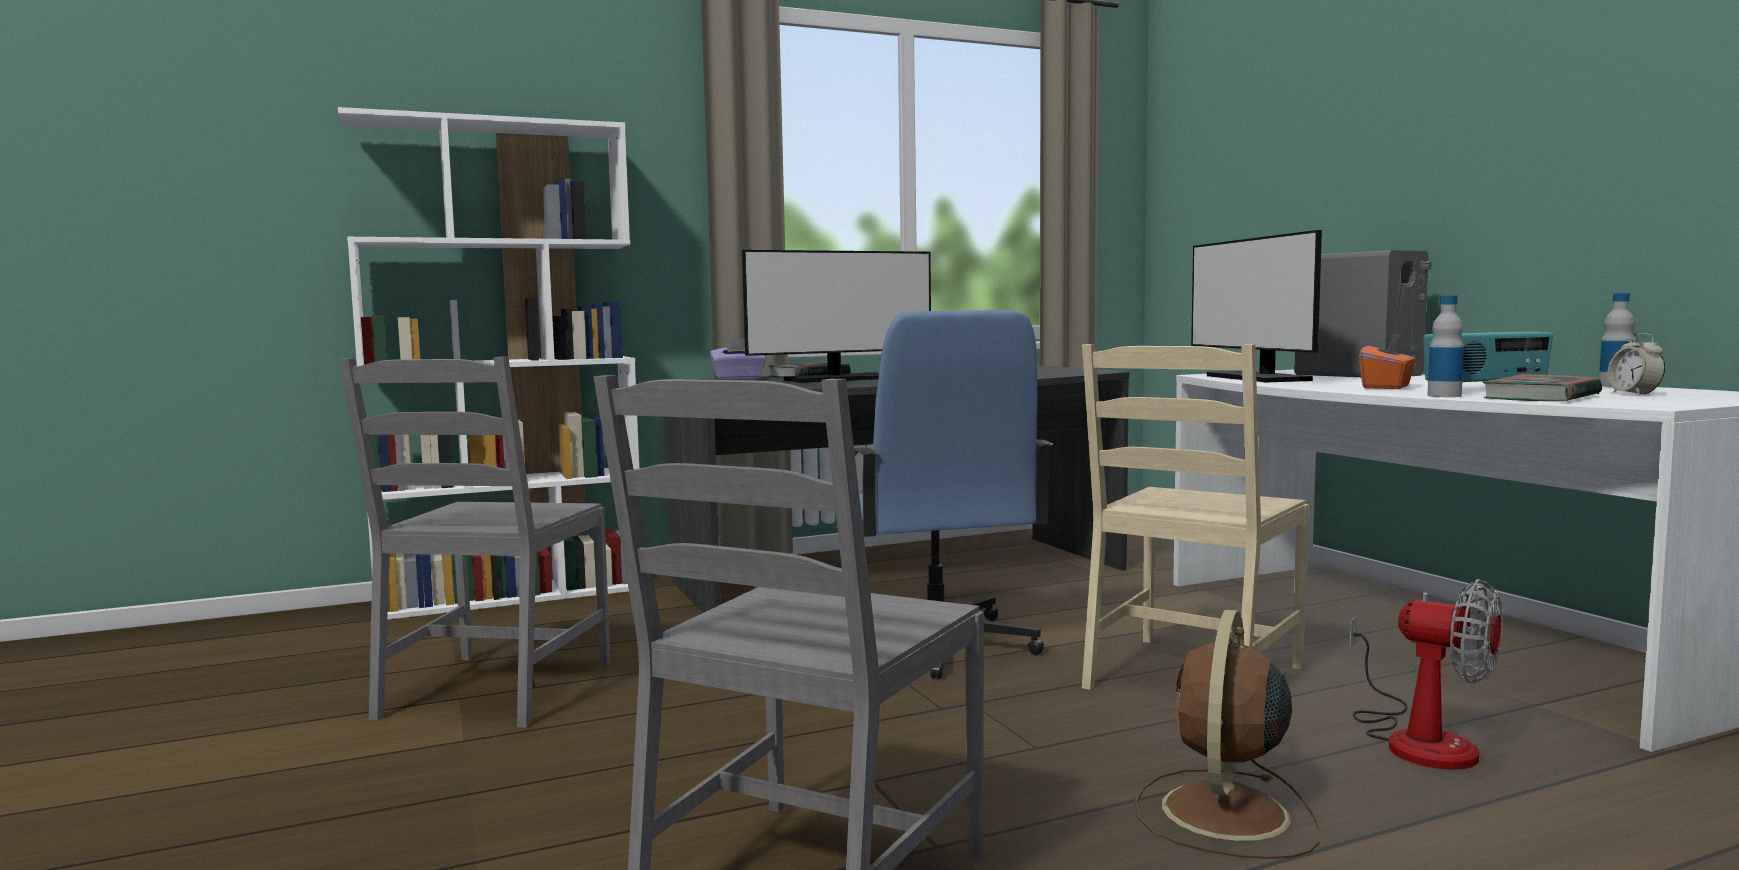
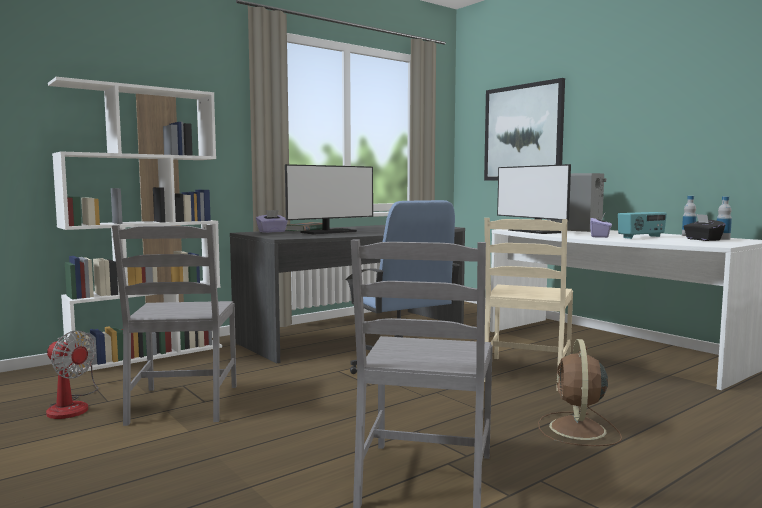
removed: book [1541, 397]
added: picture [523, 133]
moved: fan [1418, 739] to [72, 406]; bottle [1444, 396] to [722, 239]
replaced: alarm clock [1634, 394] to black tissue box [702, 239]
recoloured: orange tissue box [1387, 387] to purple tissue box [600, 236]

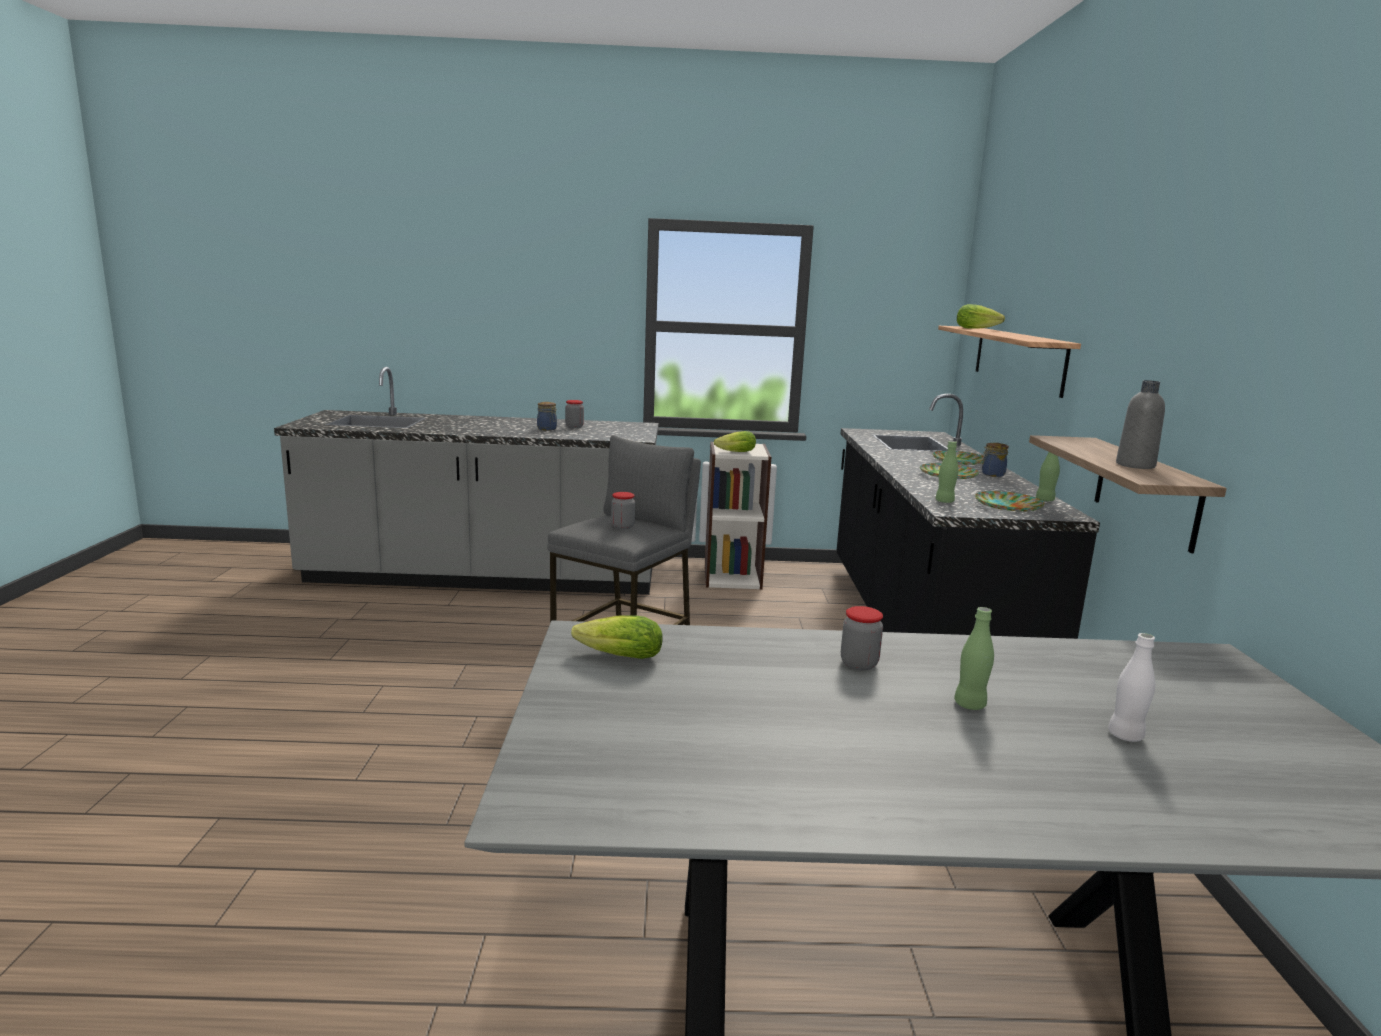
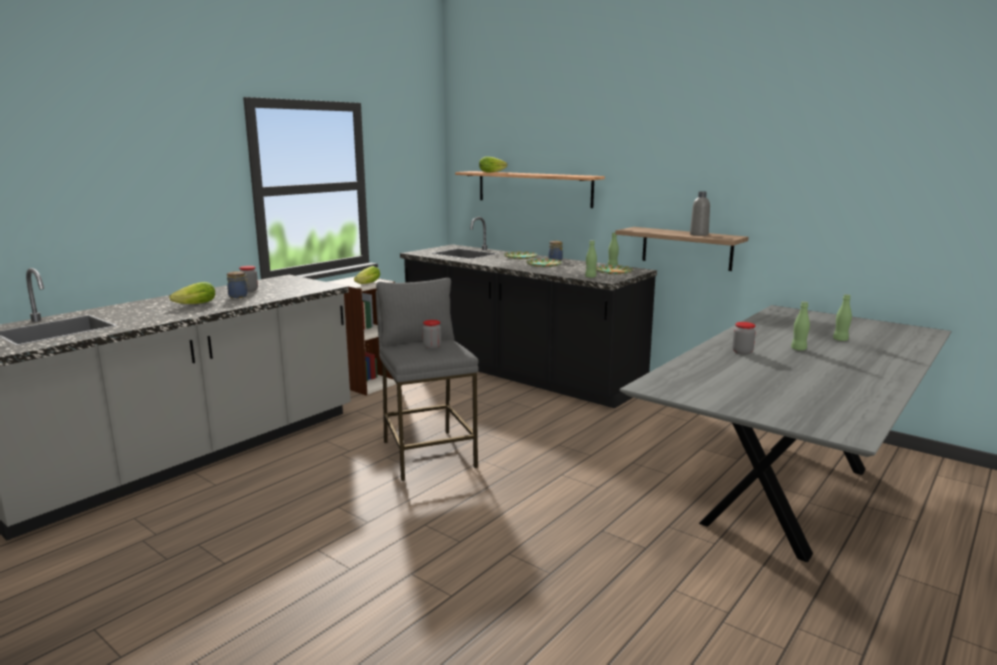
moved: lettuce [615, 656] to [193, 305]
recoloured: white bottle [1125, 736] to green bottle [840, 340]

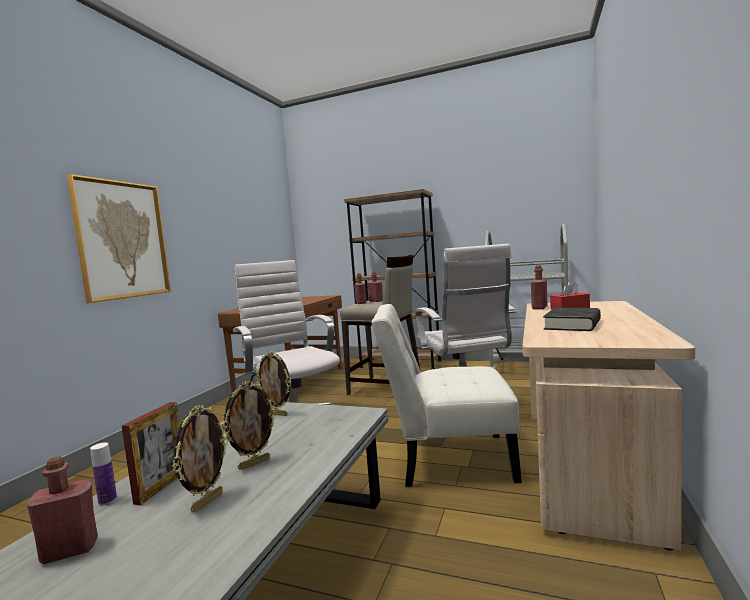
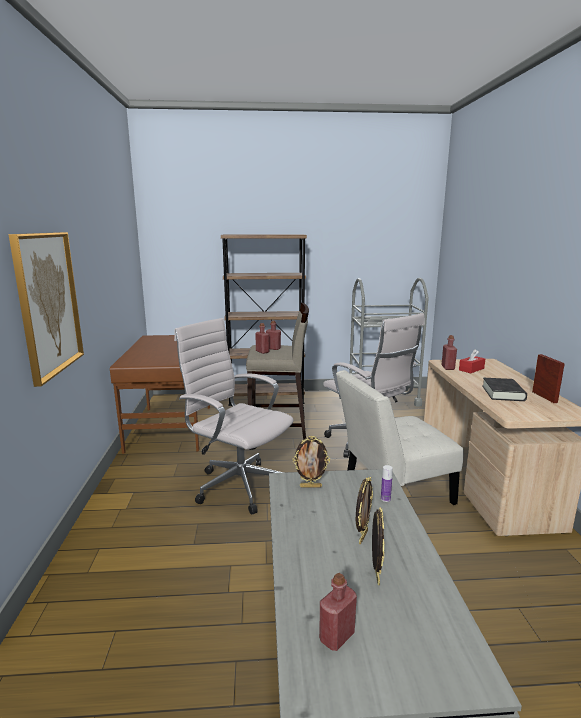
moved: bottle [107, 500] to [385, 499]; picture frame [161, 487] to [544, 397]

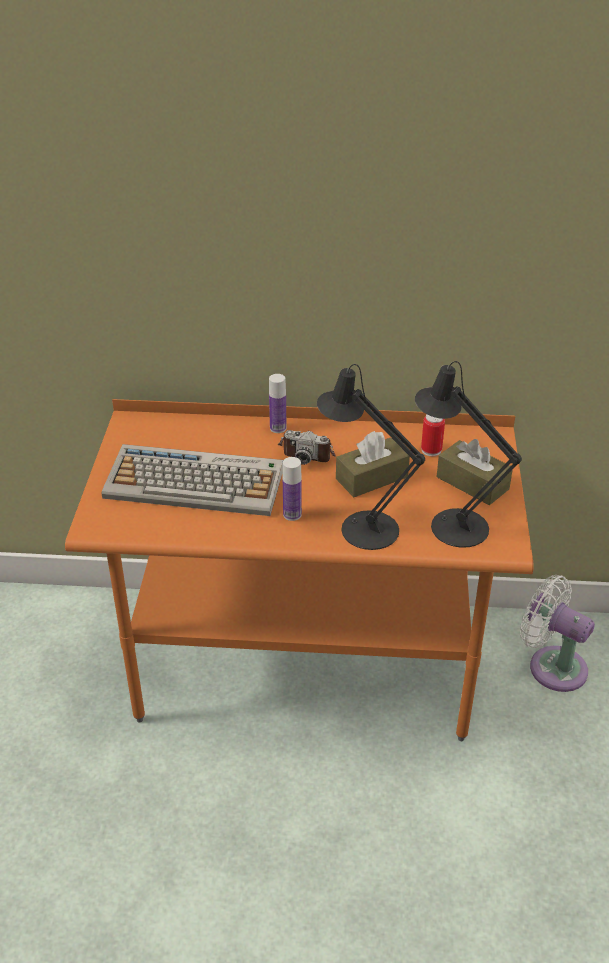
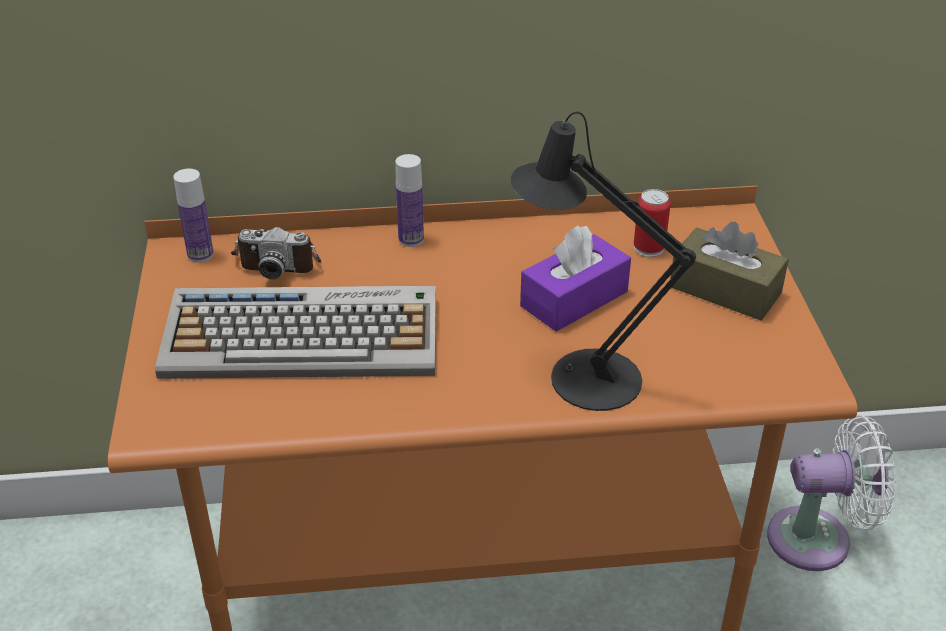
removed: black table lamp [451, 524]
moved: photo camera [307, 451] to [278, 260]; bottle [292, 514] to [200, 255]
recoloured: brown tissue box [371, 478] to purple tissue box [574, 299]
turned: white fan [552, 666] = [818, 539] 150 degrees clockwise

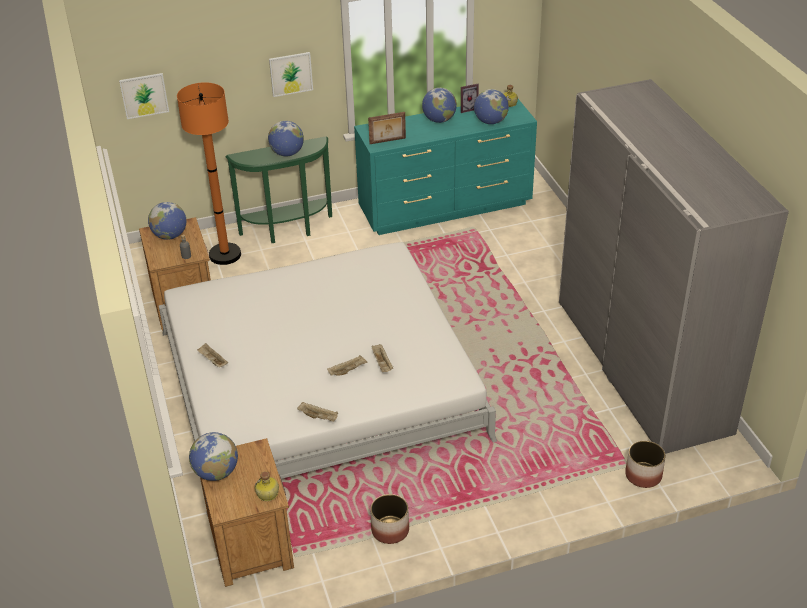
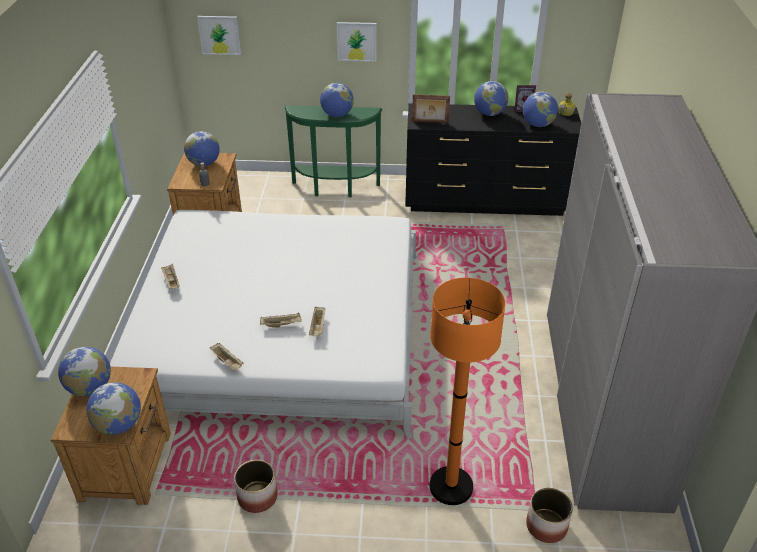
moved: orange floor lamp [225, 255] to [451, 487]
replaced: bottle [267, 494] to globe [119, 425]
recoloured: turquoise dresser [446, 208] to black dresser [486, 201]

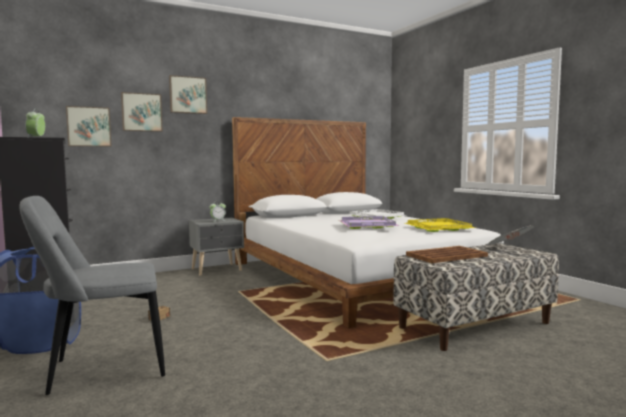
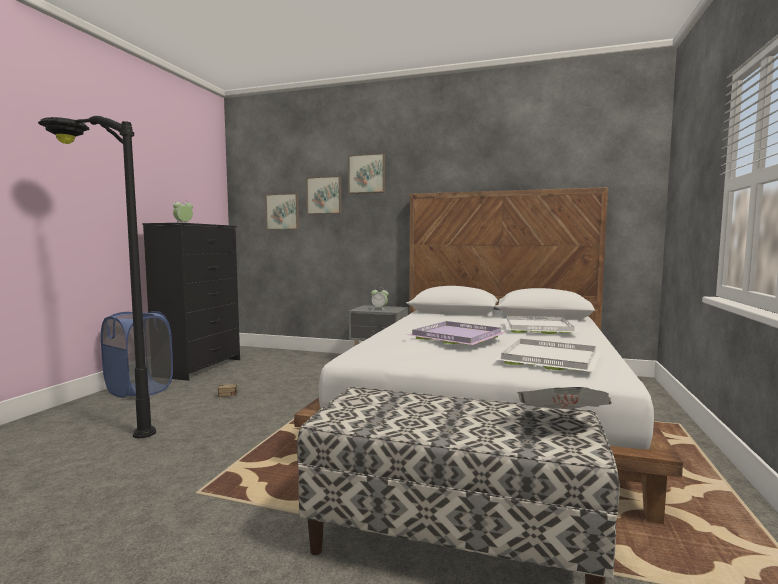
removed: brown tray [445, 255]
replaced: grey chair [102, 369] to black floor lamp [101, 423]
recoloured: yellow tray [439, 227] to white tray [551, 359]

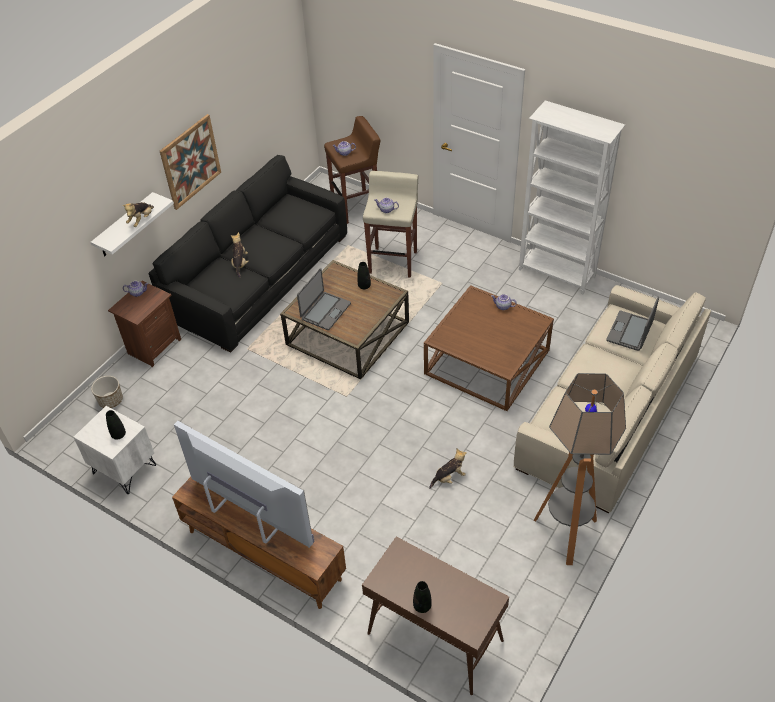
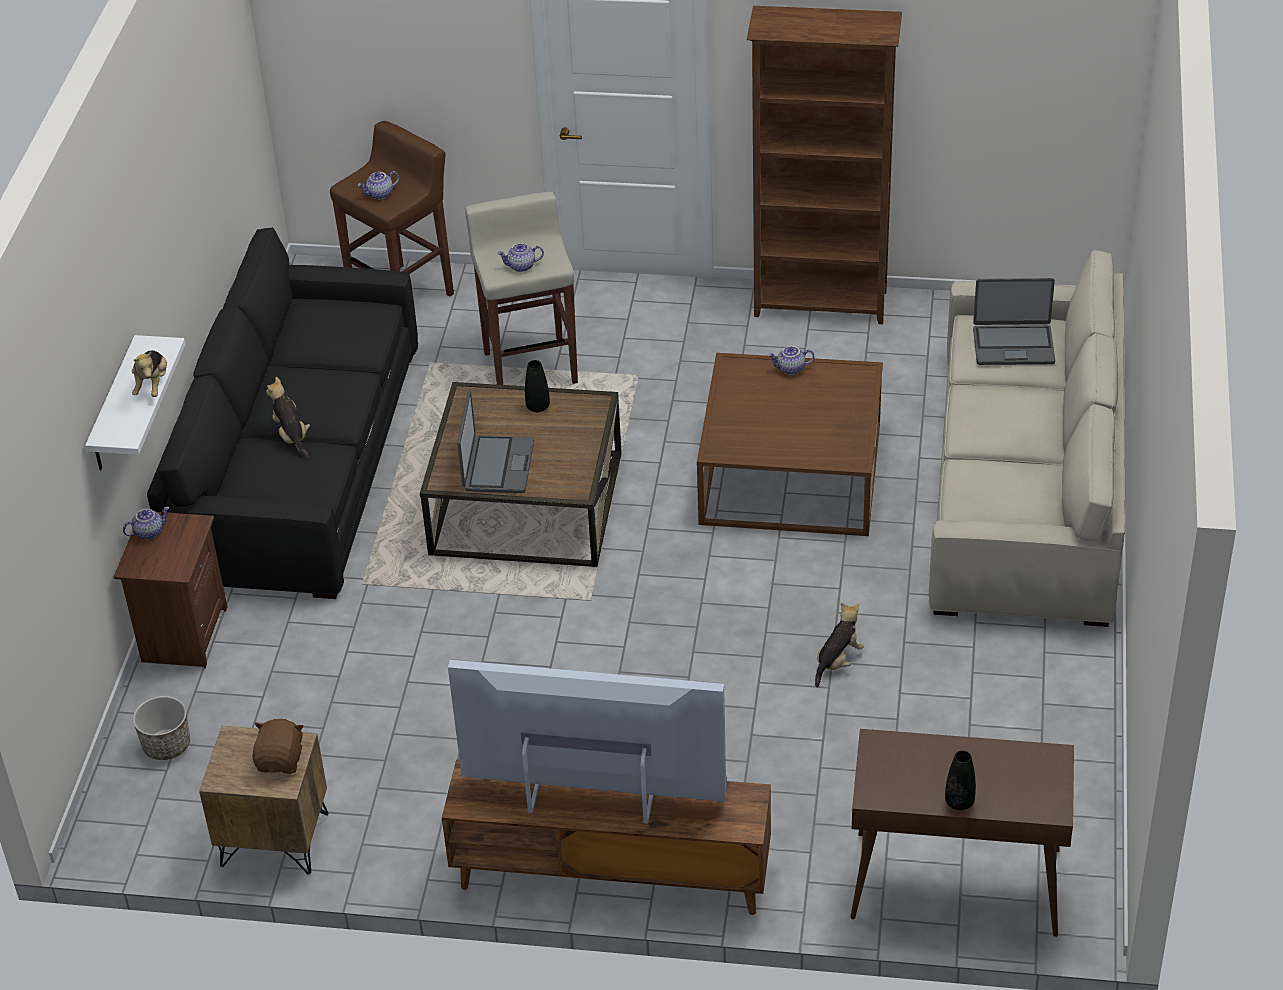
removed: picture [190, 161]; floor lamp [566, 533]
replaced: black vase [118, 435] to brown plush toy [281, 760]
recoloured: white nightstand [124, 469] to brown nightstand [274, 840]; white bookcase [557, 274] to brown bookcase [821, 305]
turned: laptop [630, 332] = [1013, 345] 90 degrees counterclockwise

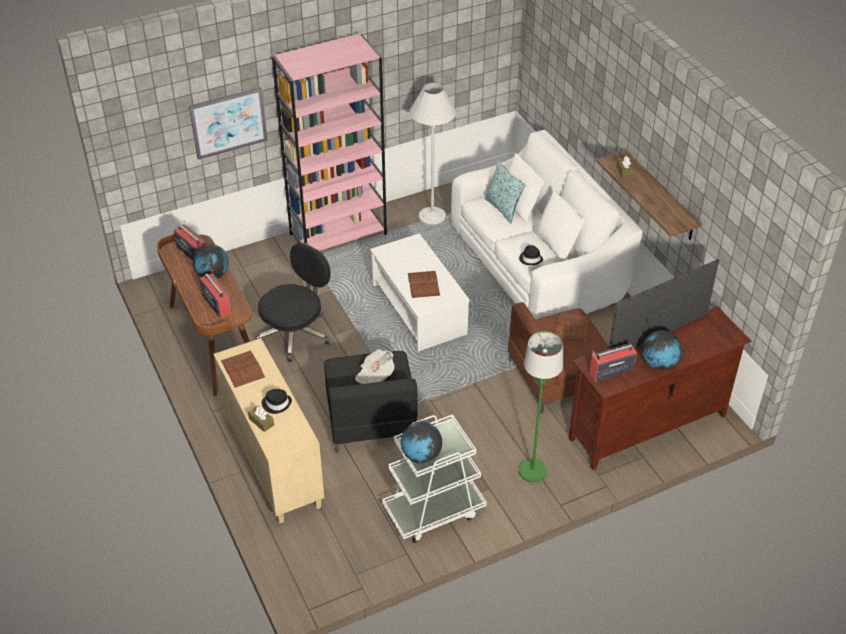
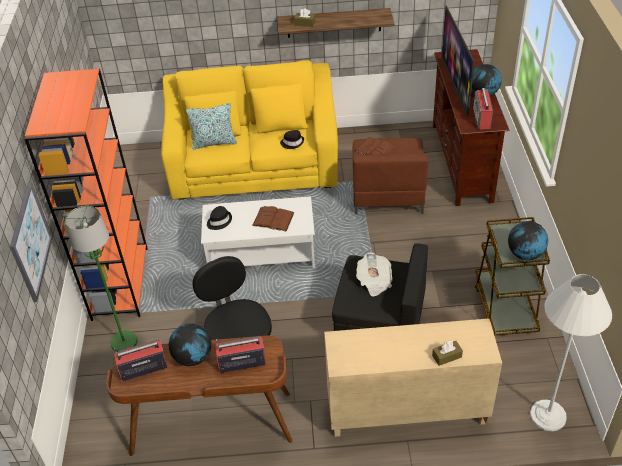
removed: brown book [242, 369]
moved: black hat [276, 404] to [219, 221]; white floor lamp [432, 216] to [548, 415]; green floor lamp [532, 471] to [123, 342]
recoloured: pink bookcase [338, 234] to orange bookcase [120, 282]; white cart [433, 511] to brown cart [505, 307]; white sofa [537, 265] to yellow sofa [254, 167]

